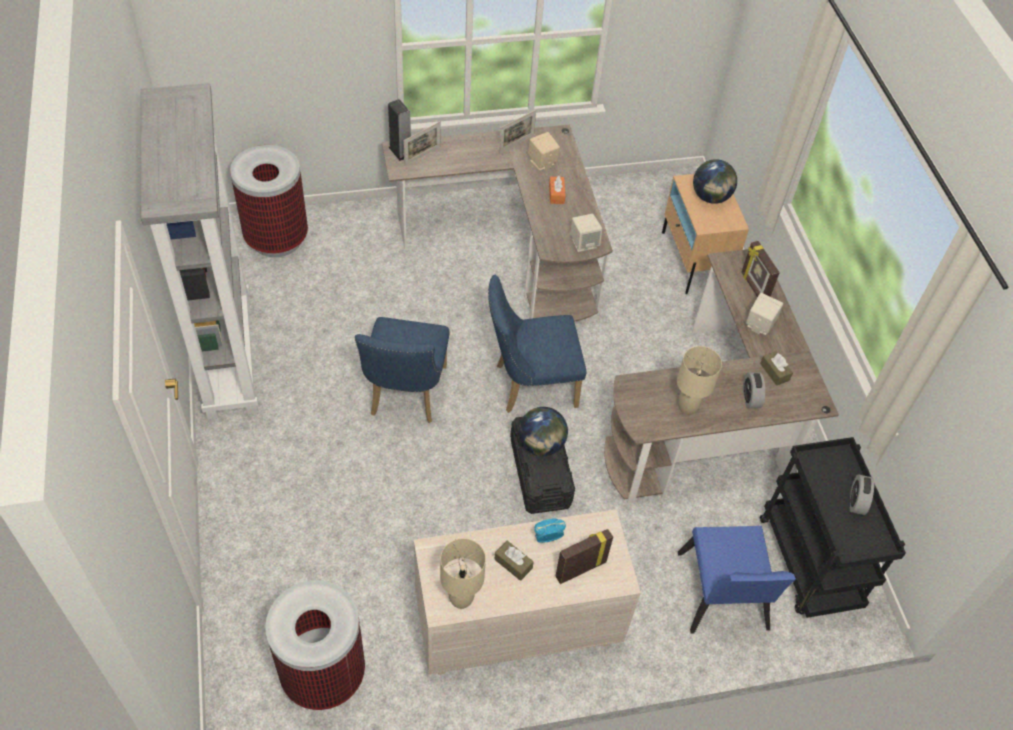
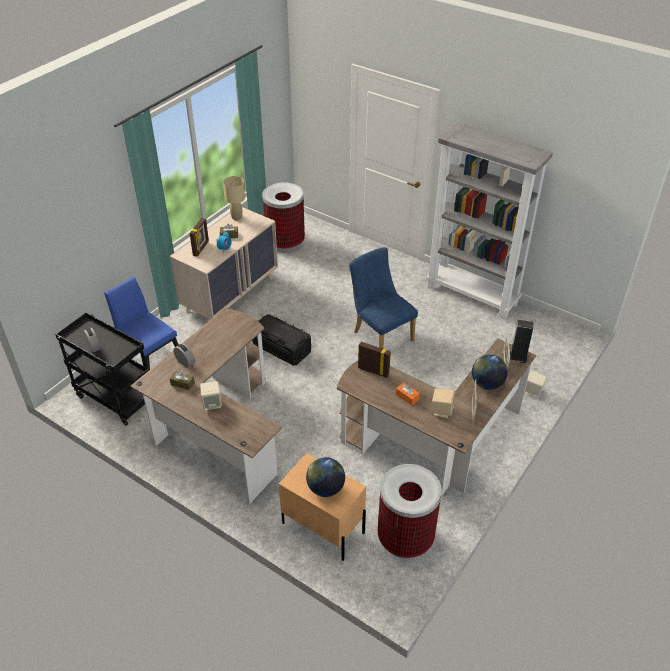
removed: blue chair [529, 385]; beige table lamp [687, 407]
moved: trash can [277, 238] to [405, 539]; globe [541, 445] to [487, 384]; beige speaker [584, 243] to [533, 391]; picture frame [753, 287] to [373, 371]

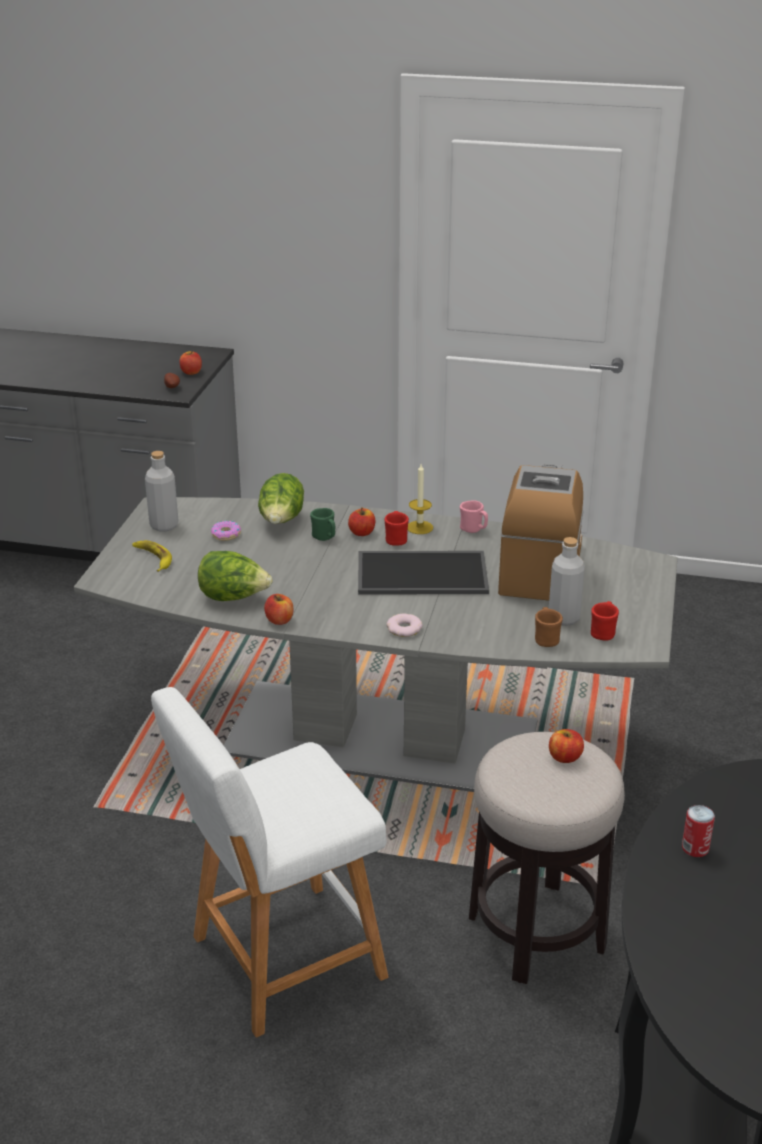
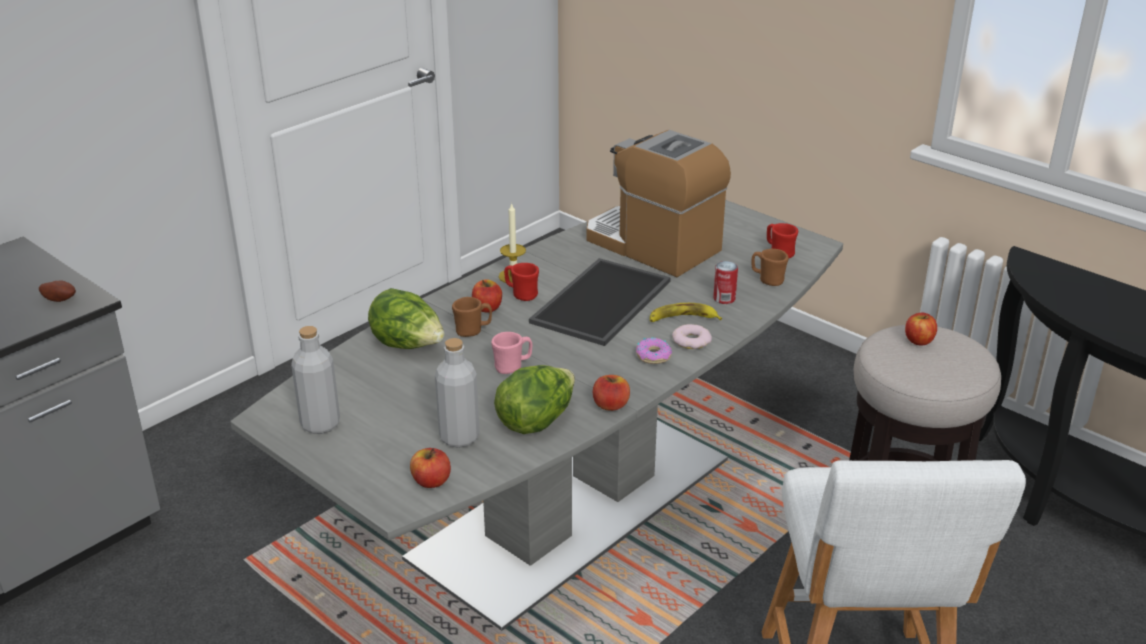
moved: banana [153, 558] to [682, 319]; apple [191, 372] to [431, 481]; donut [226, 535] to [653, 356]; pink mug [473, 529] to [512, 367]; grey bottle [563, 618] to [459, 437]; can [695, 848] to [724, 299]
recoloured: green mug [325, 537] to brown mug [473, 331]

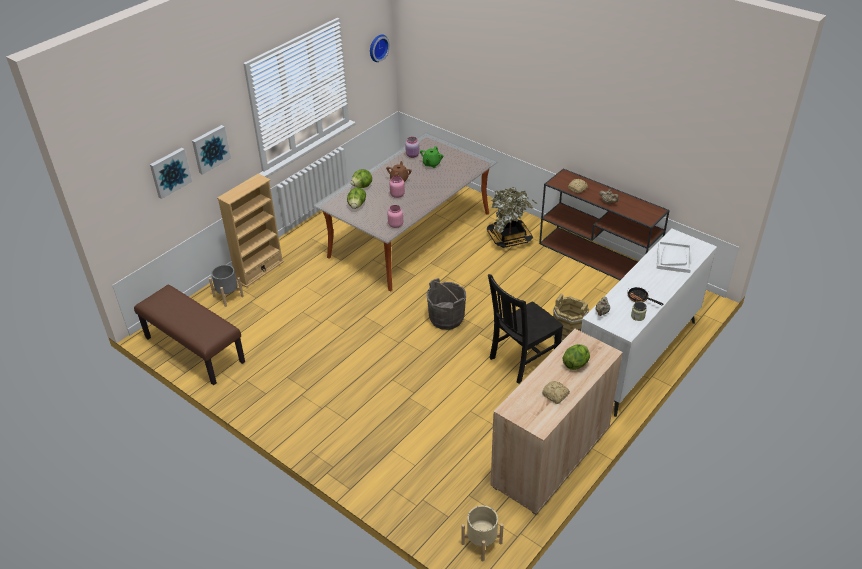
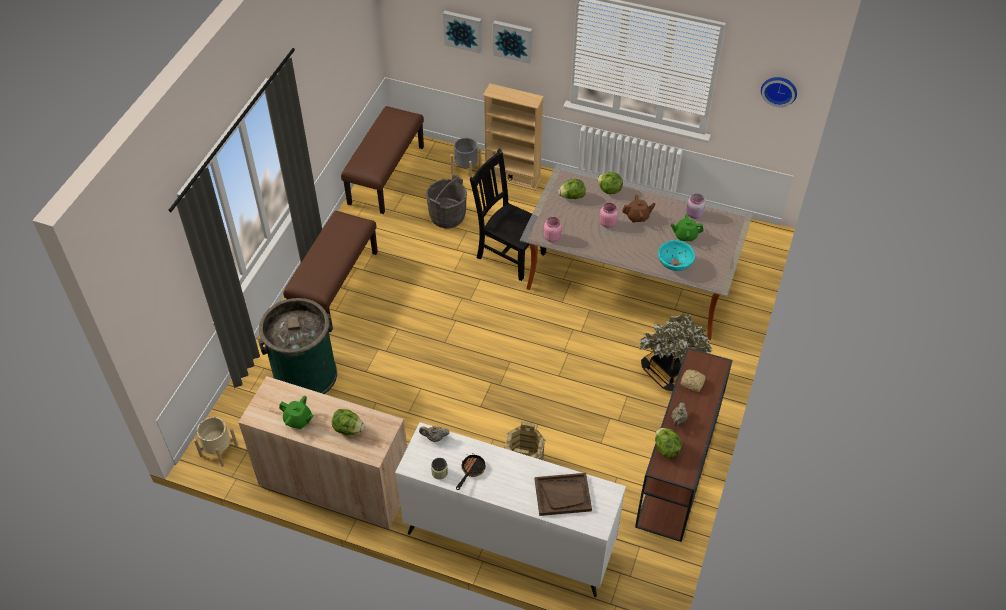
added: green trash can [305, 375]; brown bench [335, 285]; lettuce [666, 448]; turquoise bowl [674, 265]
moved: grey bucket [446, 318] to [447, 216]; black chair [522, 359] to [509, 254]
replaced: bread [555, 395] to green teapot [298, 420]
recoloured: white tray [673, 258] to brown tray [563, 495]

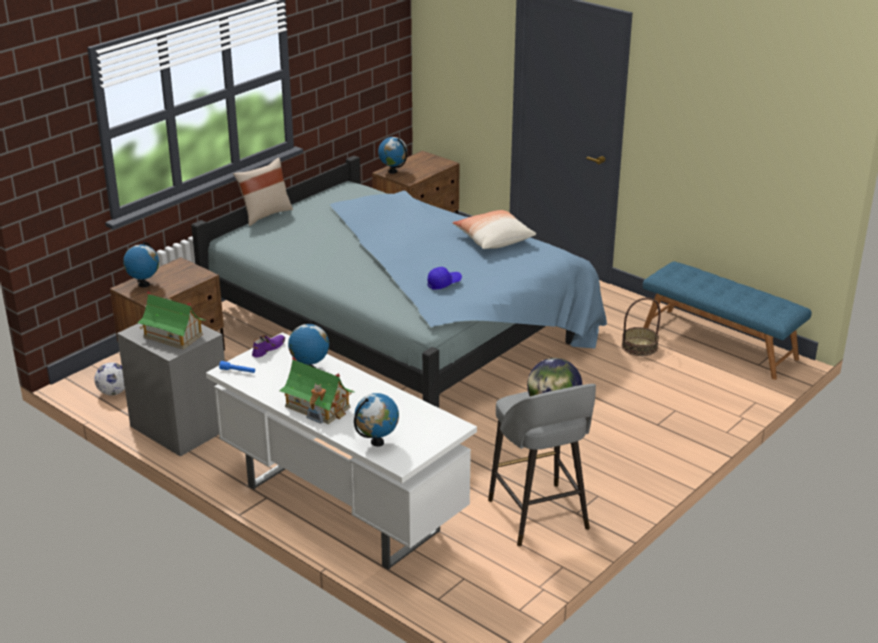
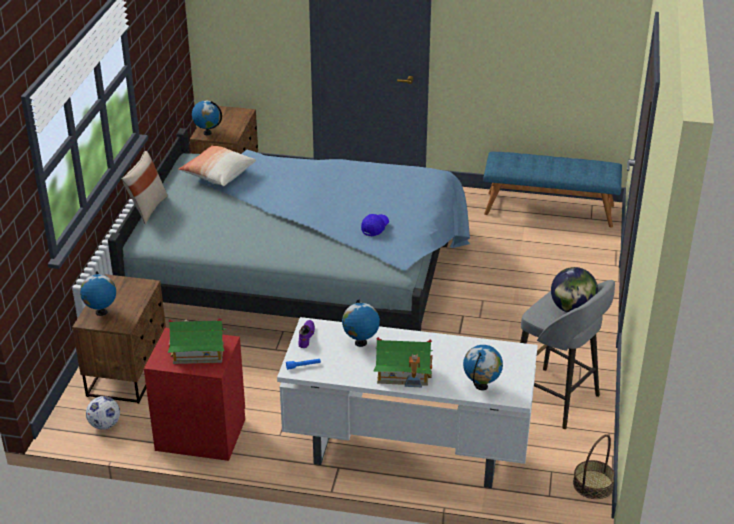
moved: pillow [493, 239] to [218, 174]; basket [639, 347] to [593, 484]
recoloured: grey nightstand [181, 427] to red nightstand [201, 433]

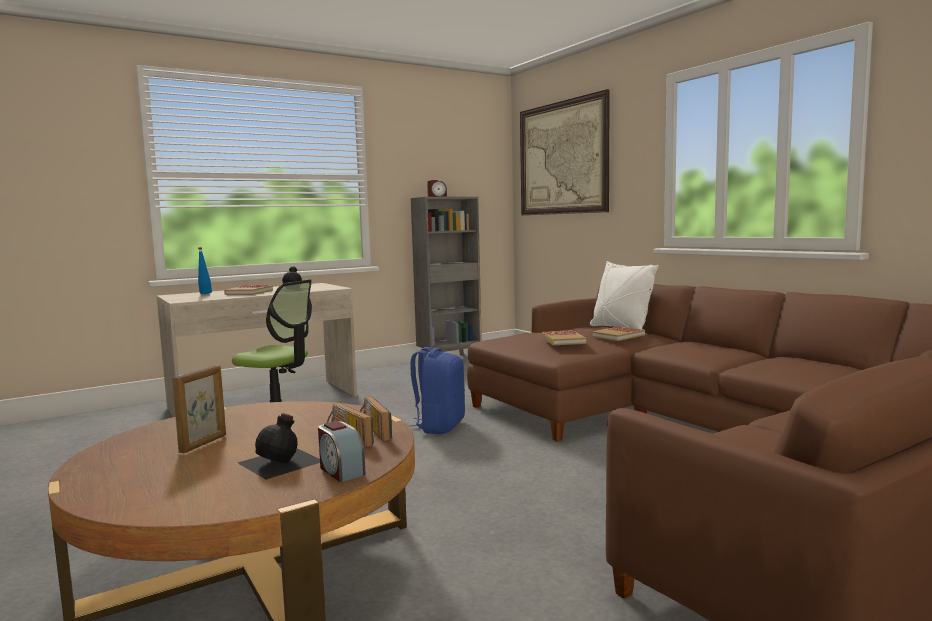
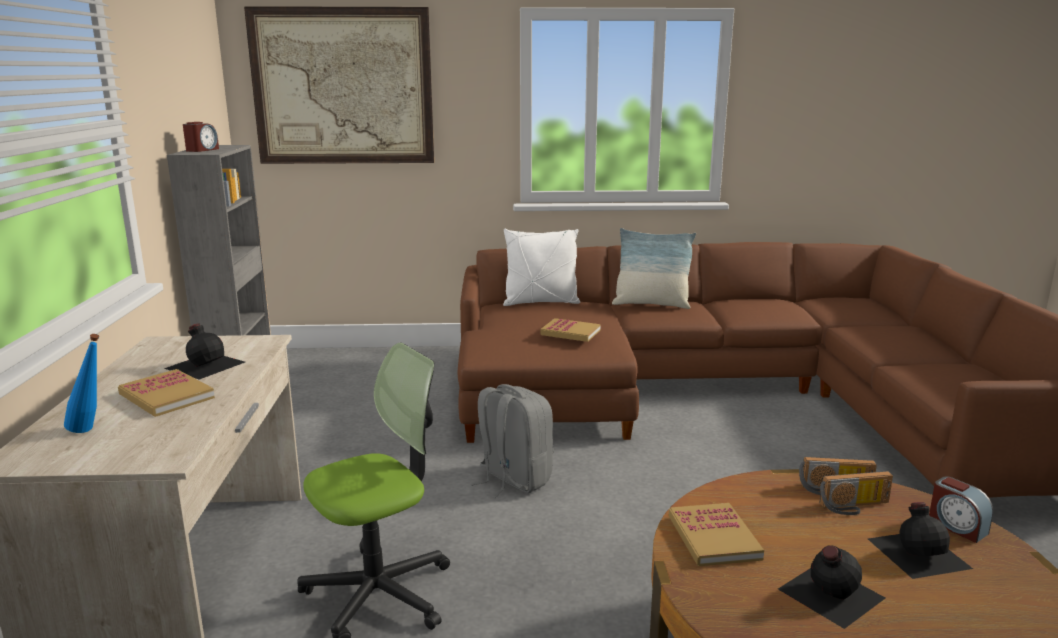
added: pillow [651, 304]
moved: book [618, 336] to [713, 537]
replaced: picture frame [204, 443] to black bottle [829, 593]
recoloured: blue backpack [439, 426] to grey backpack [513, 480]
turned: alarm clock [341, 471] = [956, 527] 60 degrees clockwise

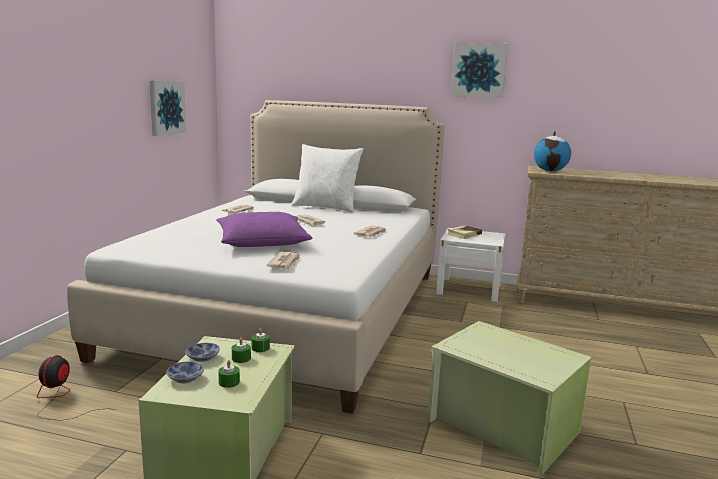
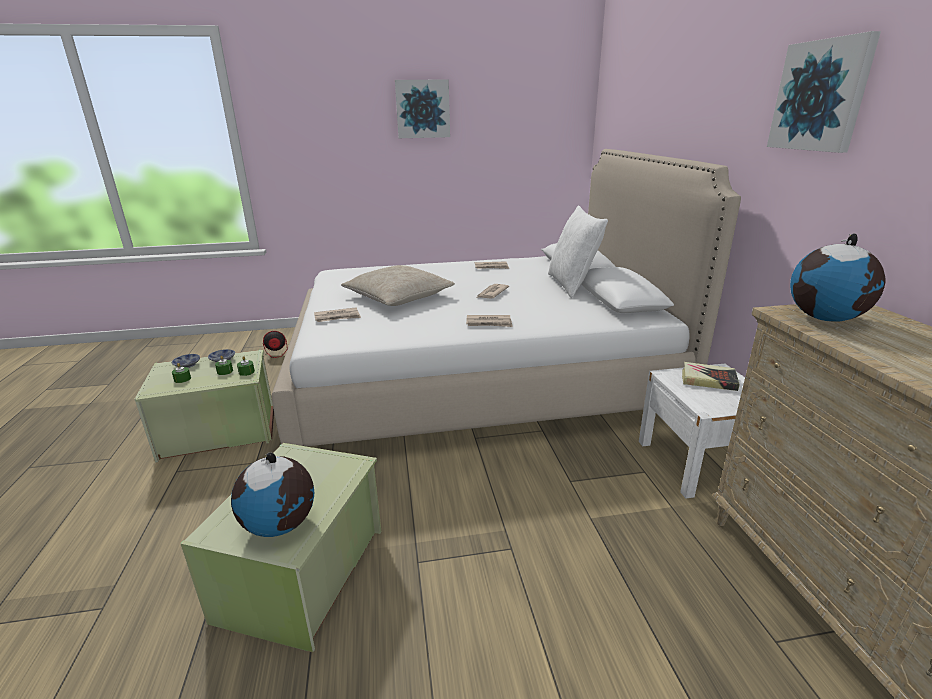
added: globe [281, 525]
moved: picture [166, 107] to [422, 109]
recoloured: purple pillow [262, 241] to beige pillow [398, 296]

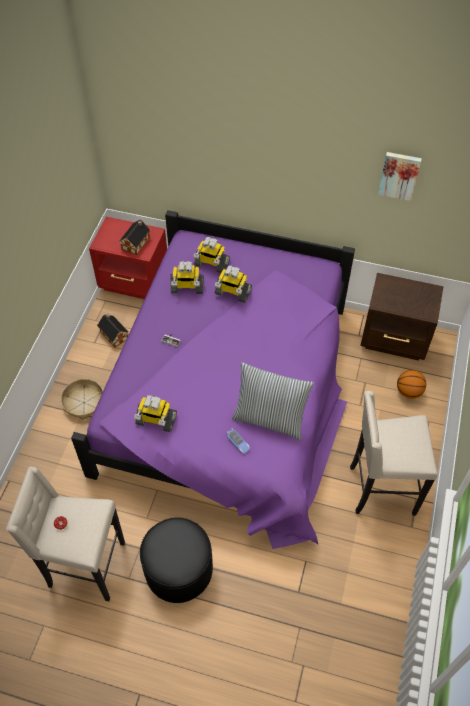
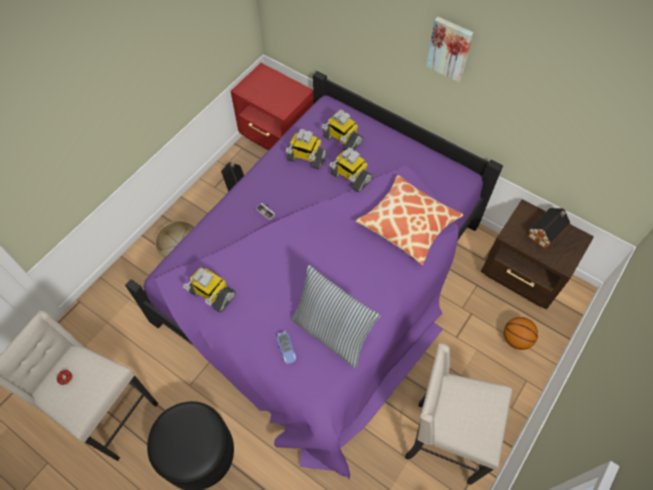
added: pillow [408, 224]
moved: toy house [136, 243] to [546, 232]; picture [399, 175] to [450, 48]

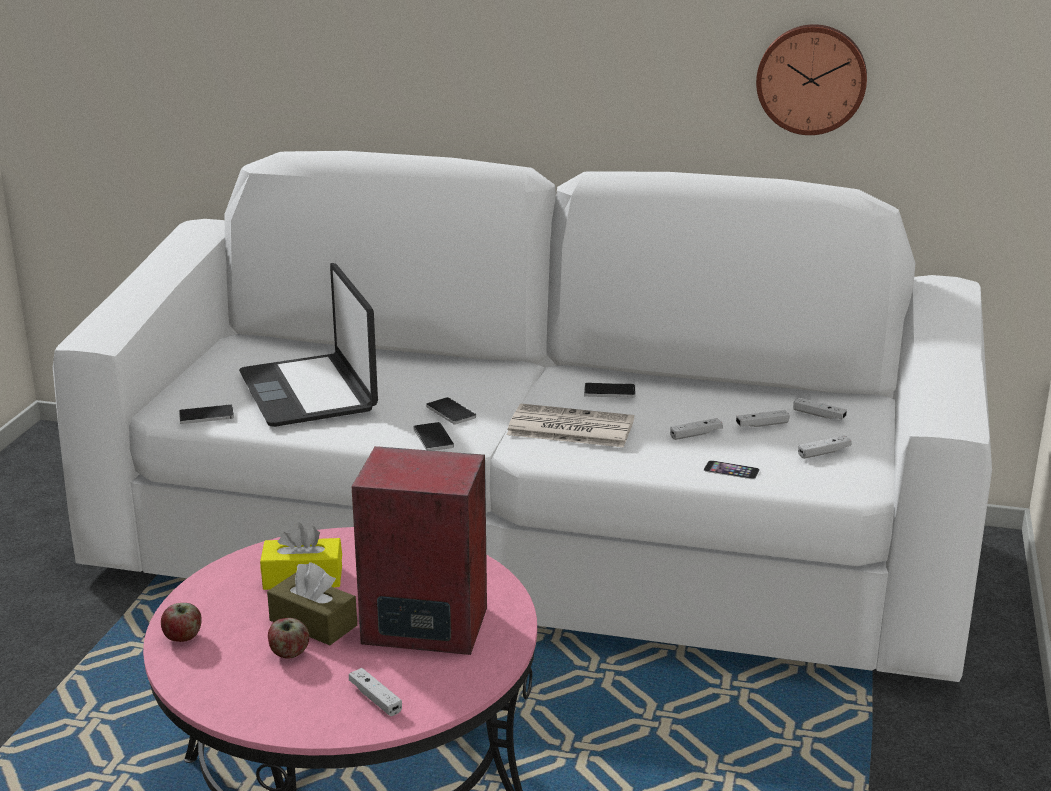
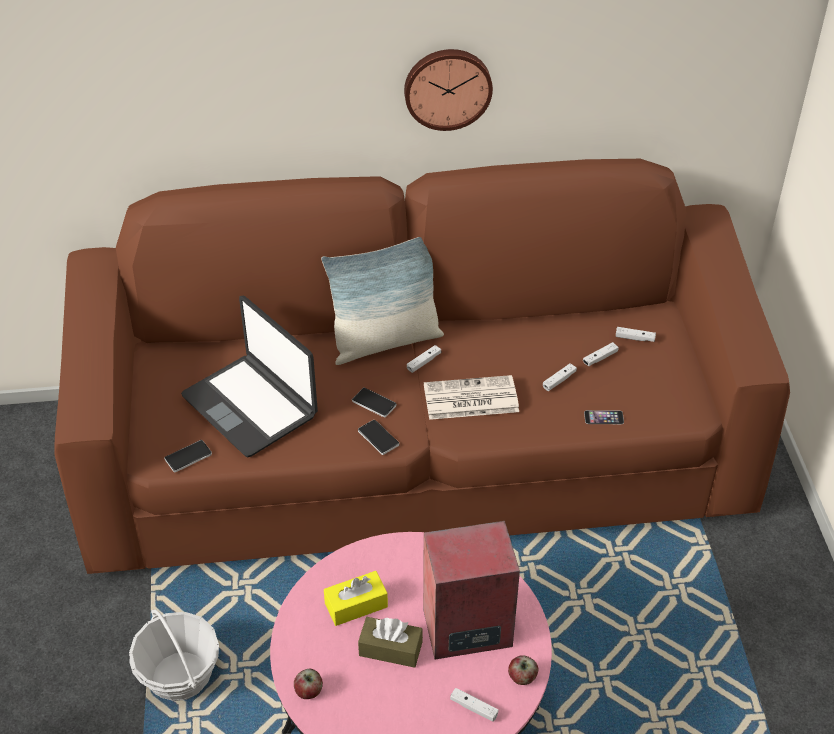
removed: phone [609, 392]
added: basket [180, 676]; pillow [385, 341]
moved: apple [289, 653] to [522, 678]; wall clock [811, 79] to [447, 87]; white game controller [824, 452] to [424, 362]
recoloured: white sofa [528, 552] to brown sofa [418, 460]

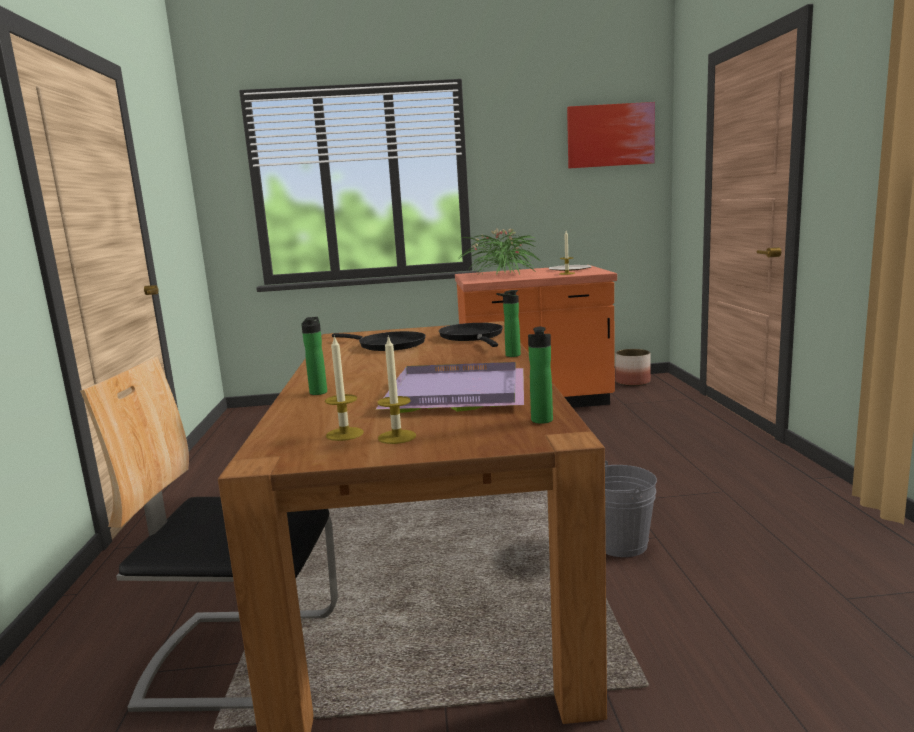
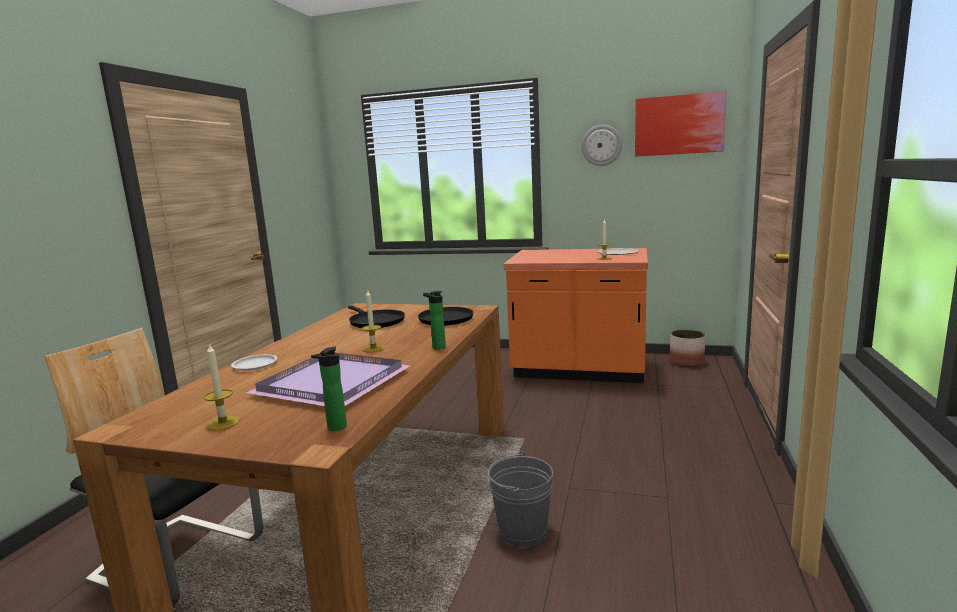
removed: potted plant [503, 275]
added: wall clock [601, 145]
moved: candle [344, 434] to [373, 348]
replaced: bottle [318, 392] to white plate [255, 365]

